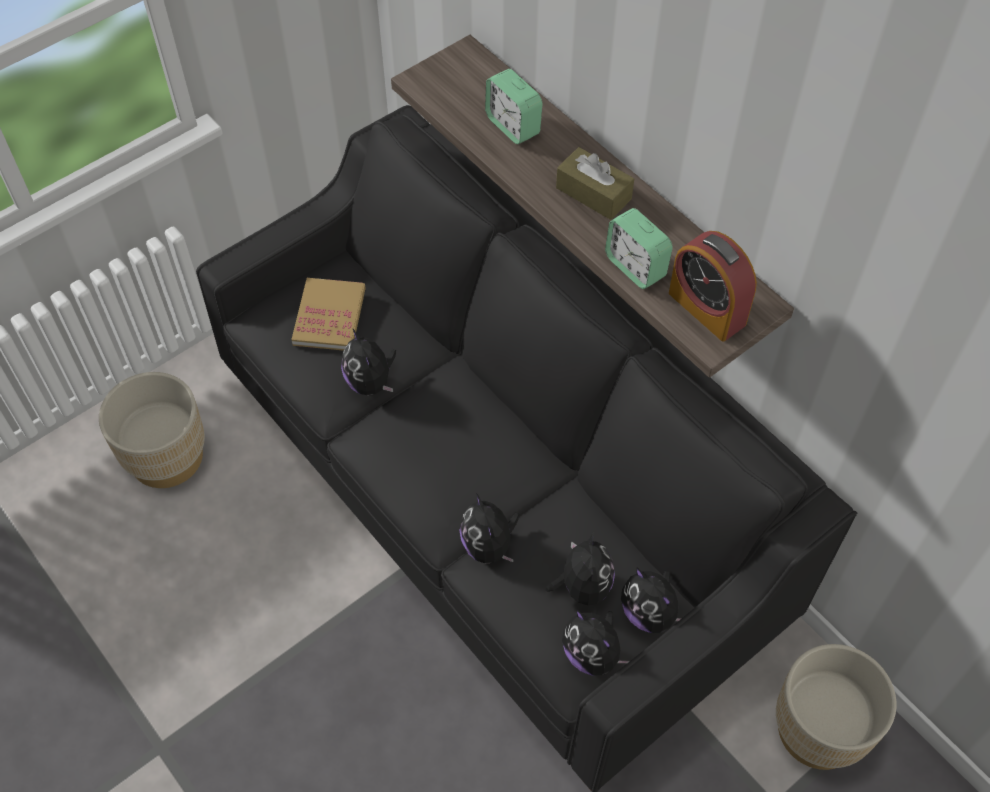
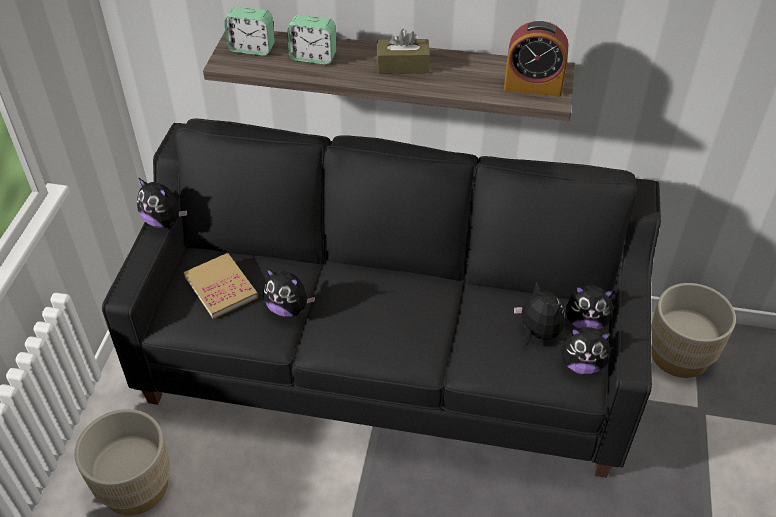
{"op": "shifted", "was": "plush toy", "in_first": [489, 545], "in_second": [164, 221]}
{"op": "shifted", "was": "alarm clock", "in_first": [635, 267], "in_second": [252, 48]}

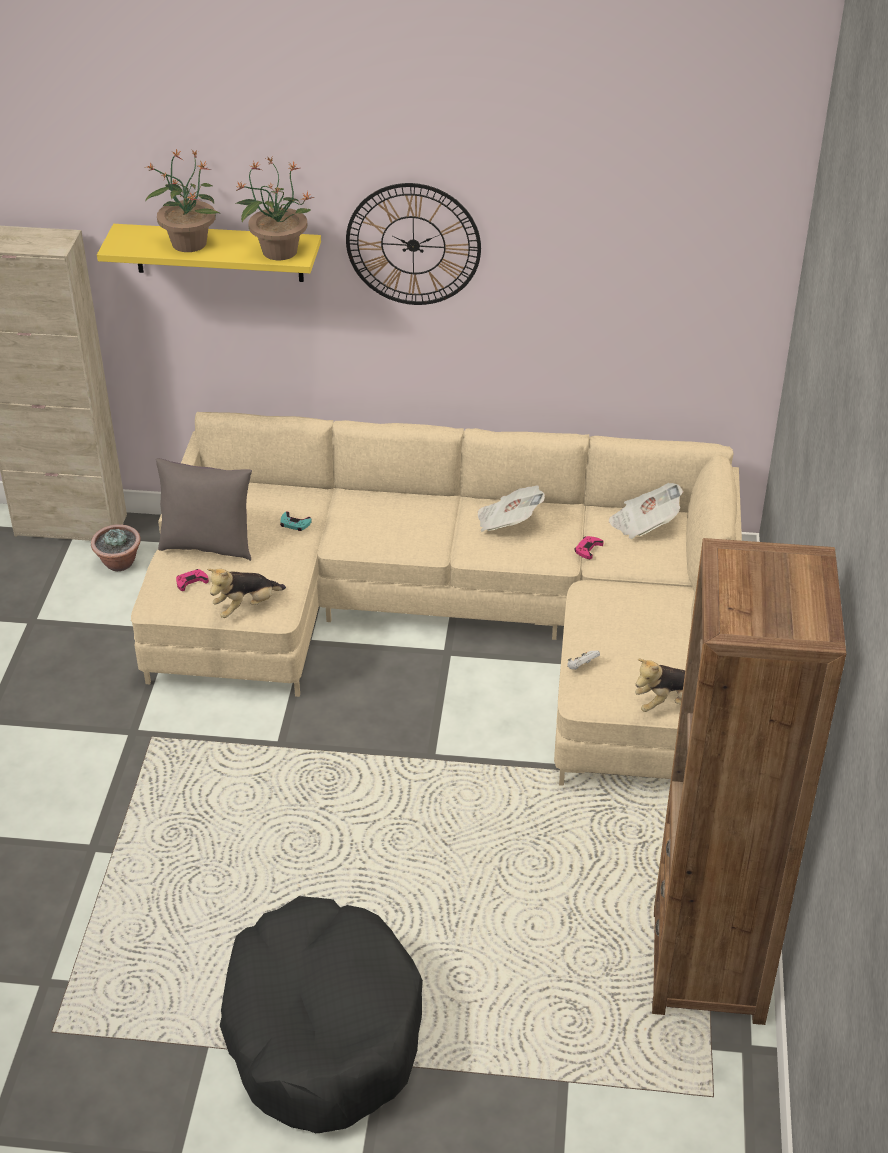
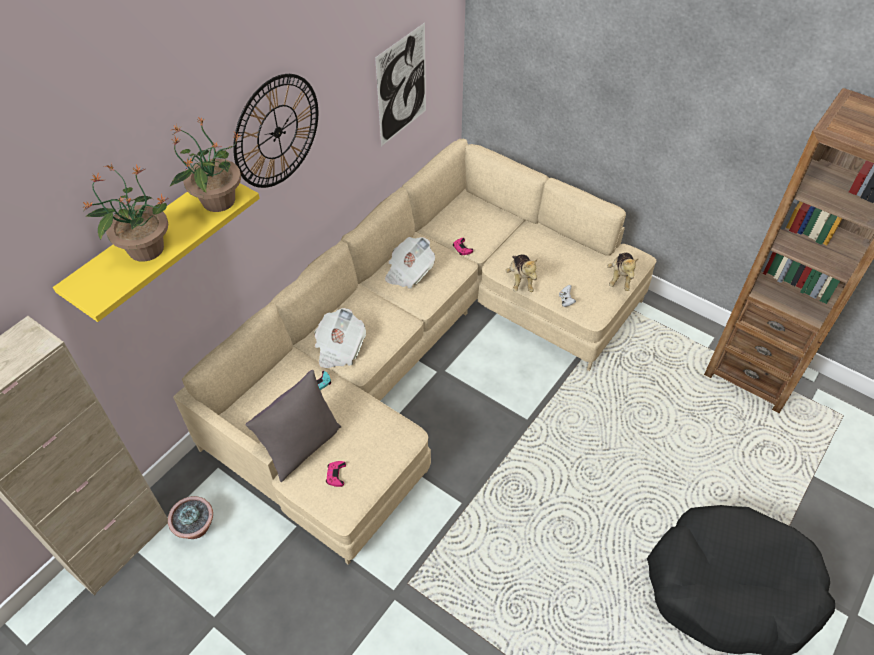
{"op": "new", "now": "picture", "in_second": [402, 85]}
{"op": "shifted", "was": "plush toy", "in_first": [246, 607], "in_second": [520, 280]}
{"op": "shifted", "was": "newspaper", "in_first": [643, 523], "in_second": [339, 349]}

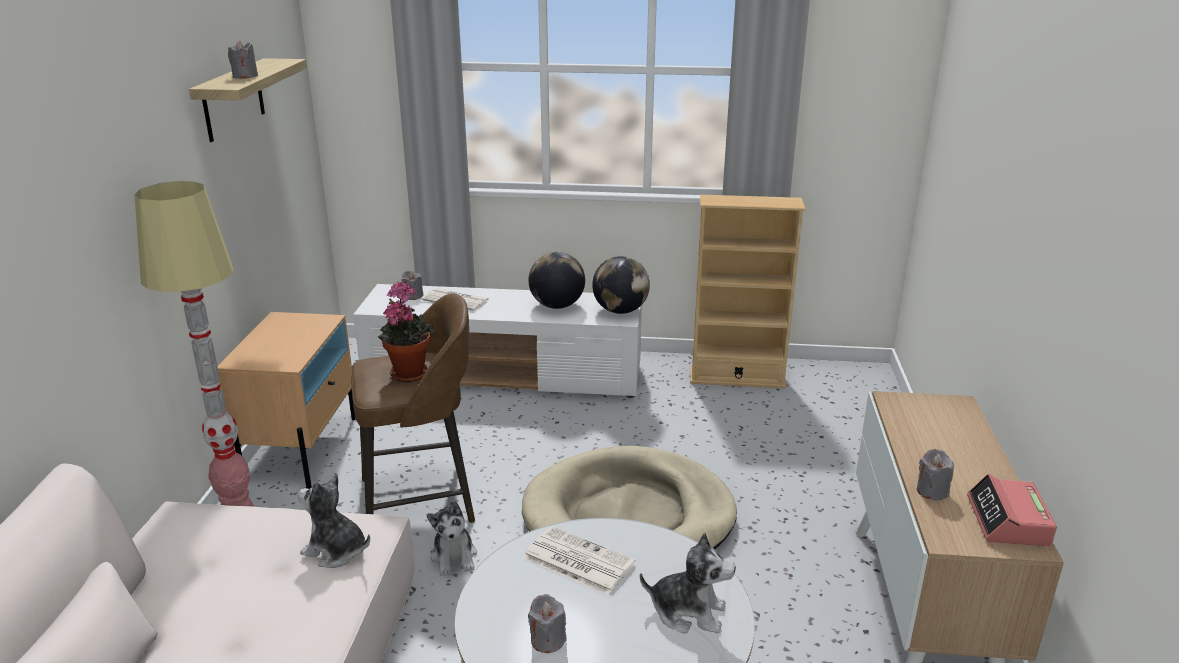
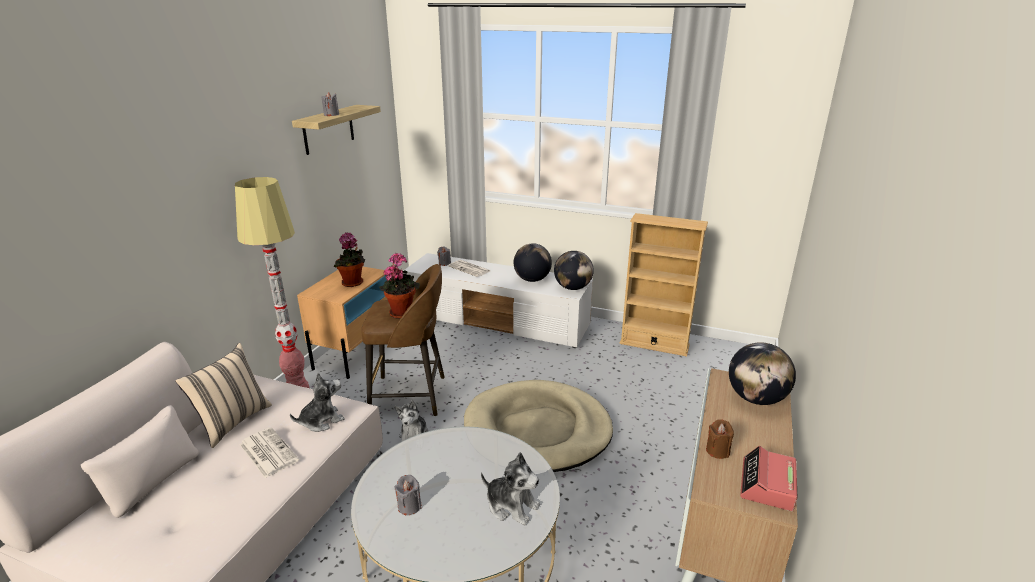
{"op": "new", "now": "beige pillow", "in_second": [233, 422]}
{"op": "new", "now": "potted plant", "in_second": [353, 284]}
{"op": "new", "now": "globe", "in_second": [756, 399]}
{"op": "shifted", "was": "newspaper", "in_first": [577, 561], "in_second": [267, 452]}
{"op": "repainted", "was": "grey candle", "now": "brown candle", "in_first": [932, 491], "in_second": [717, 451]}
{"op": "rotated", "was": "plush toy", "in_first": [336, 551], "in_second": [321, 421], "clockwise": 105}

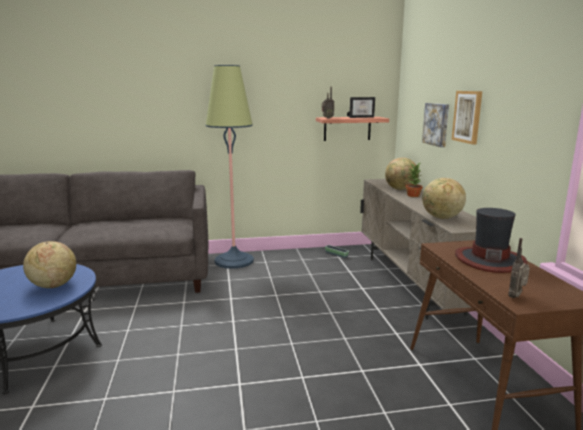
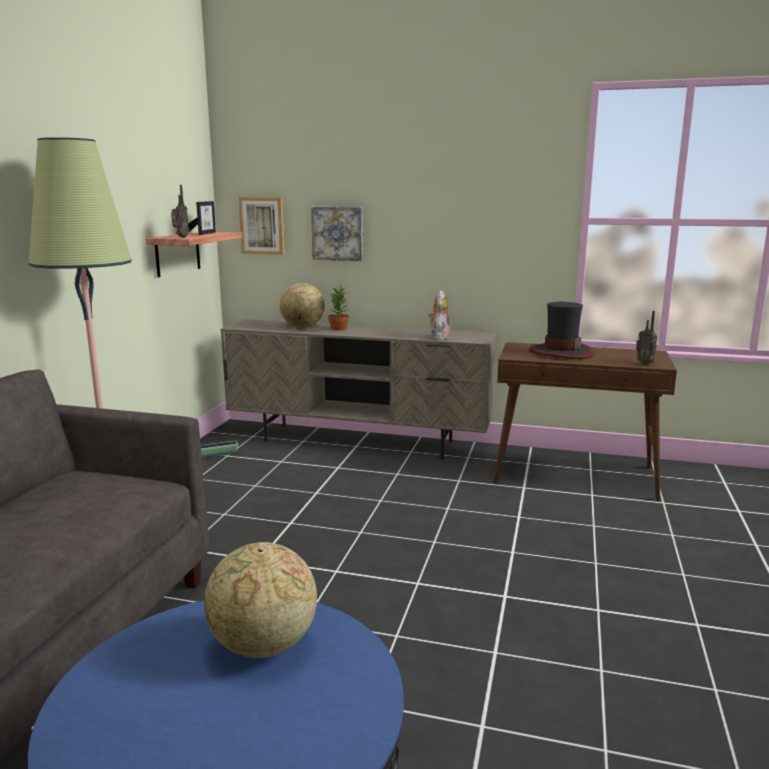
{"op": "shifted", "was": "picture", "in_first": [467, 116], "in_second": [262, 226]}
{"op": "swapped", "was": "globe", "now": "plush toy", "in_first": [441, 218], "in_second": [439, 337]}

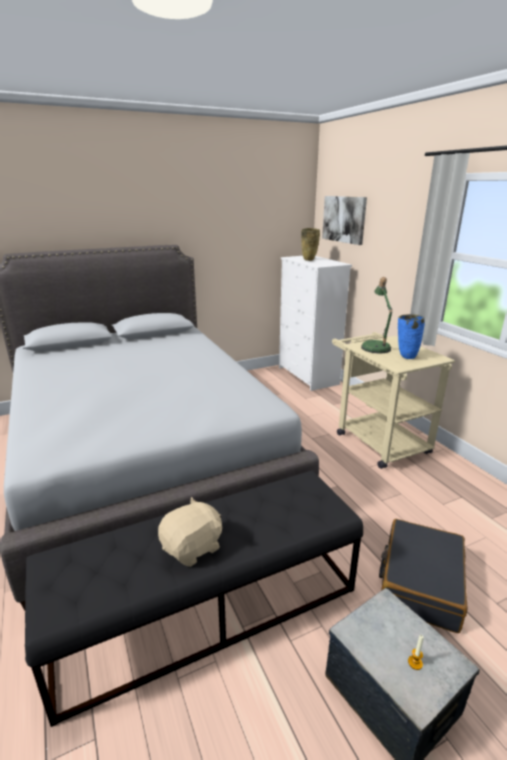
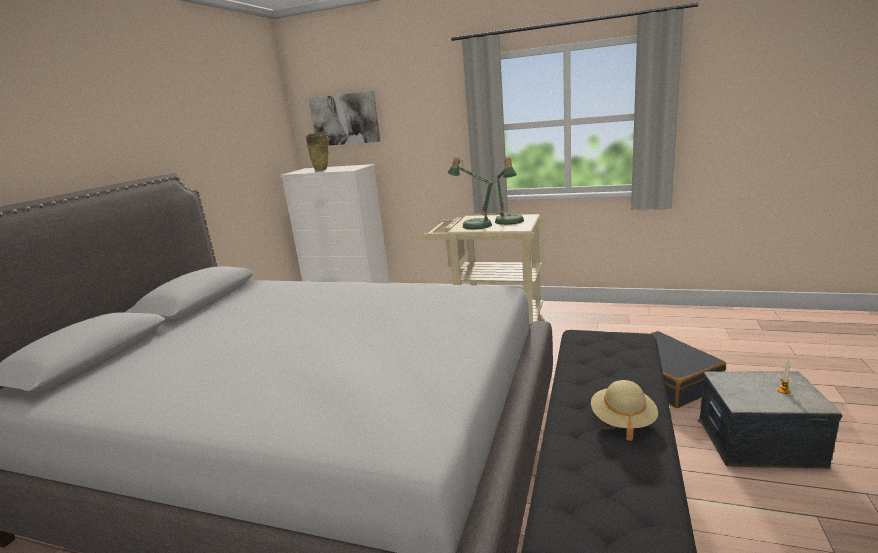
{"op": "swapped", "was": "beige plush toy", "now": "beige hat", "in_first": [193, 547], "in_second": [622, 420]}
{"op": "swapped", "was": "blue vase", "now": "table lamp", "in_first": [406, 356], "in_second": [509, 222]}

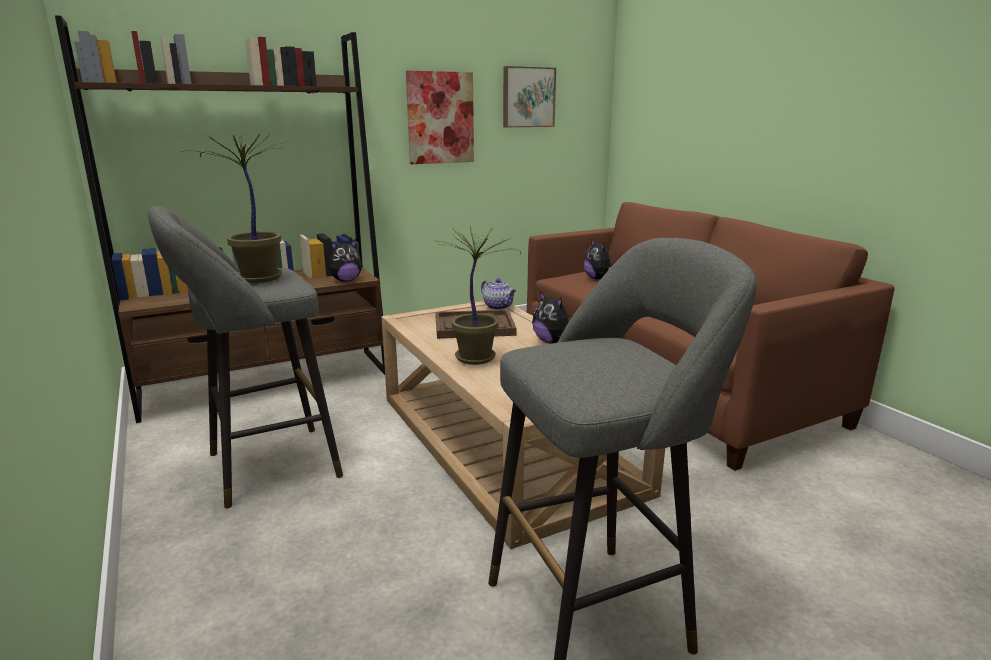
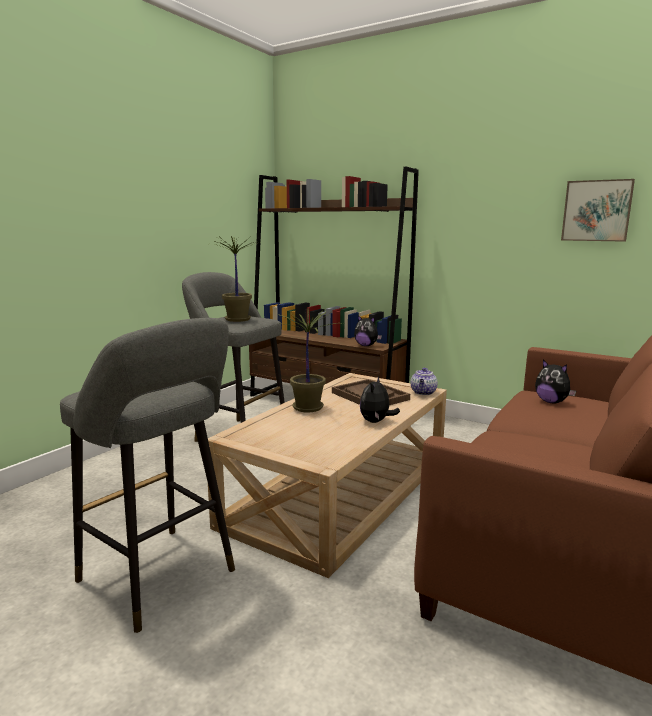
{"op": "gone", "was": "picture", "in_first": [440, 118]}
{"op": "rotated", "was": "plush toy", "in_first": [598, 278], "in_second": [551, 402], "clockwise": -75}

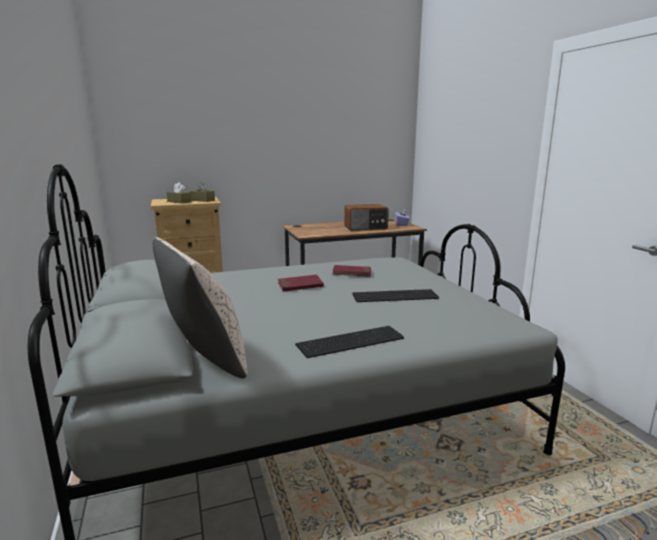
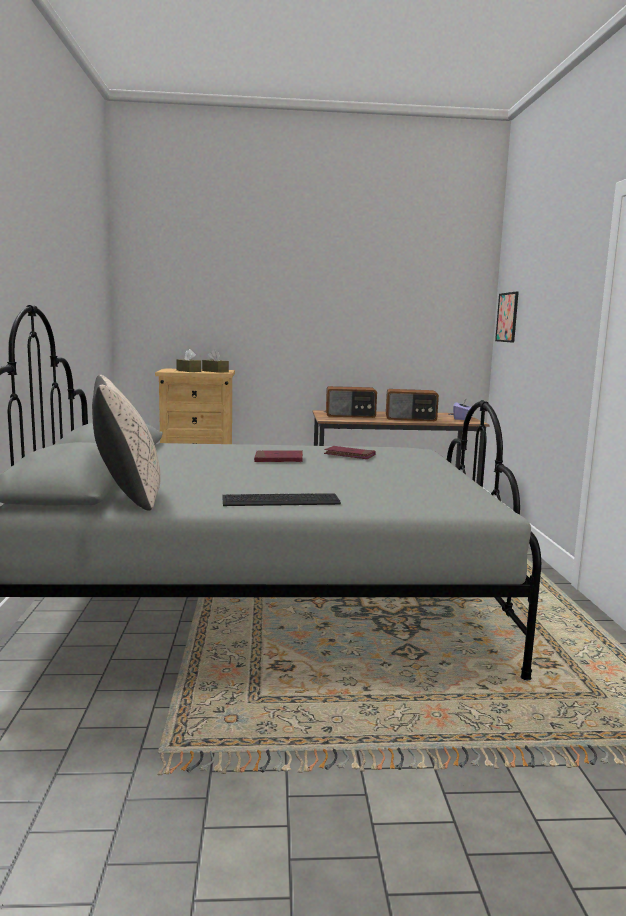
{"op": "gone", "was": "keyboard", "in_first": [393, 295]}
{"op": "new", "now": "radio", "in_second": [350, 415]}
{"op": "new", "now": "picture", "in_second": [507, 317]}

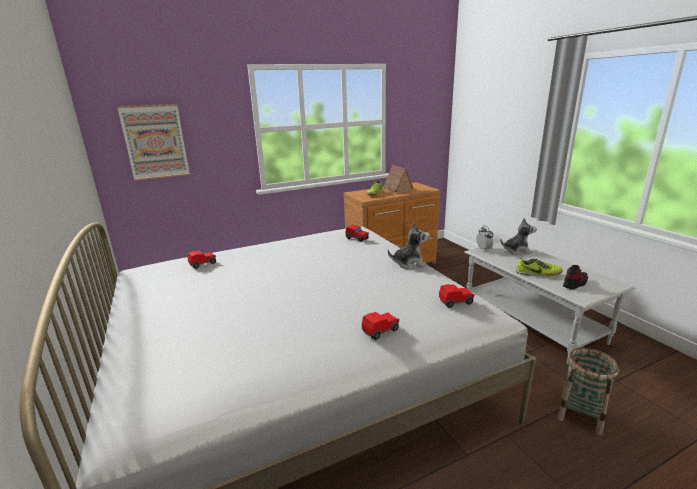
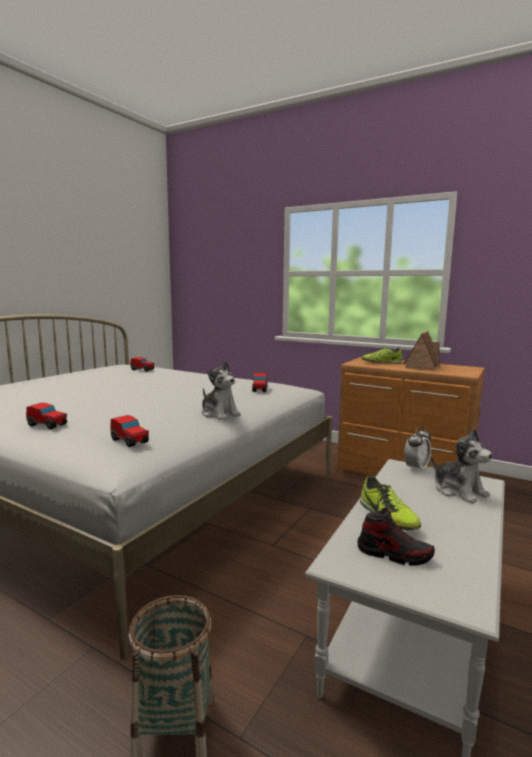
{"op": "gone", "was": "picture", "in_first": [155, 142]}

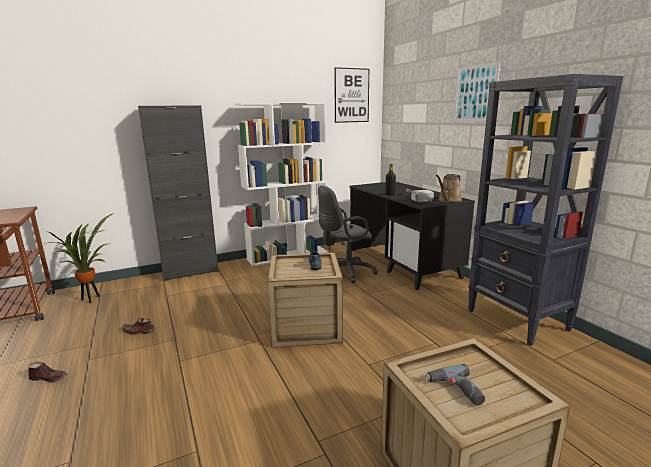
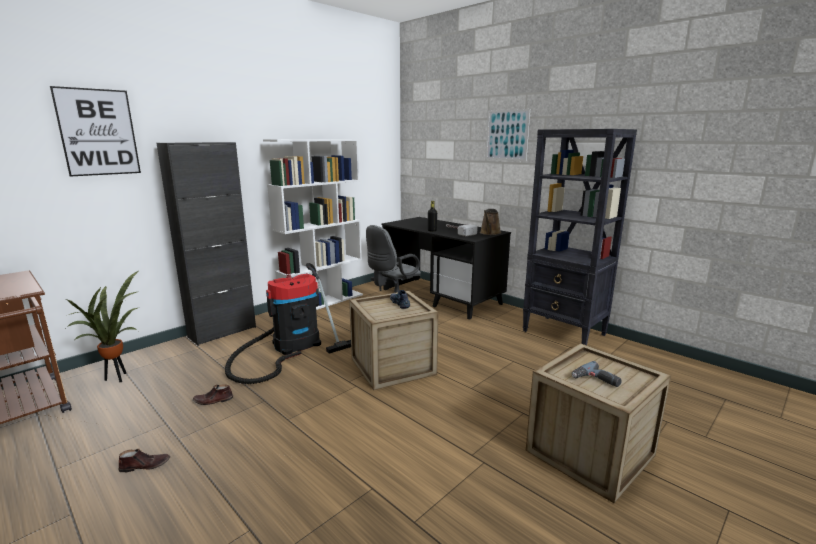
{"op": "new", "now": "vacuum cleaner", "in_second": [292, 346]}
{"op": "shifted", "was": "picture", "in_first": [351, 95], "in_second": [98, 132]}

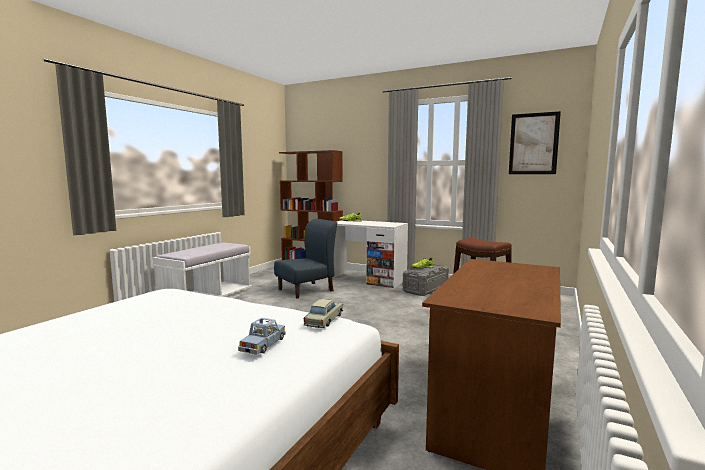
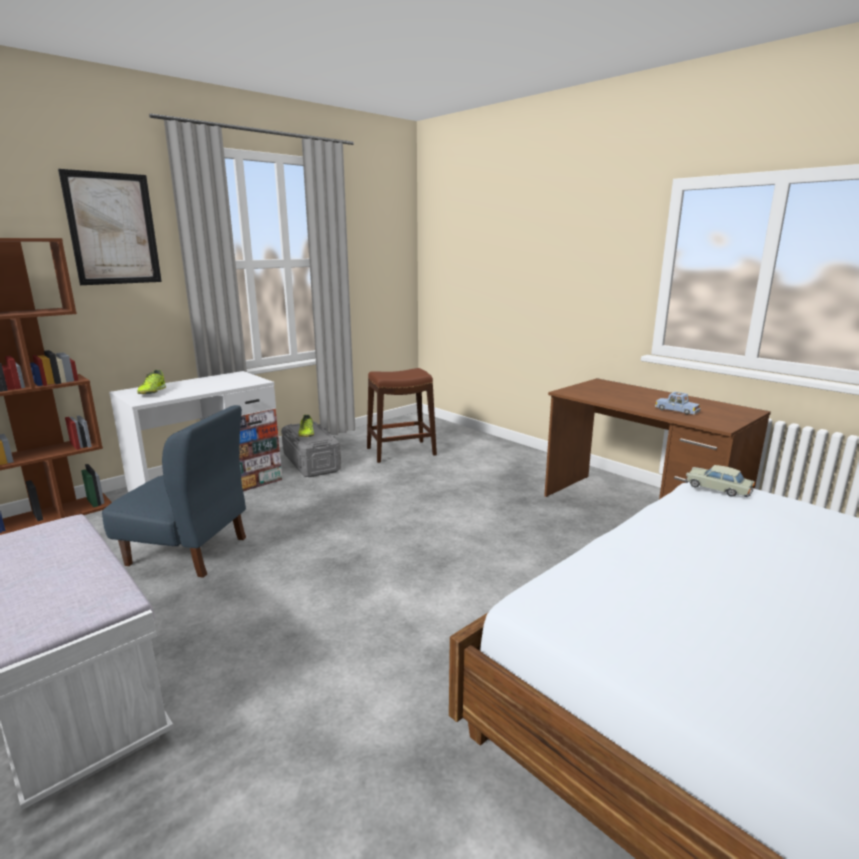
{"op": "shifted", "was": "blue toy car", "in_first": [264, 344], "in_second": [676, 411]}
{"op": "shifted", "was": "picture", "in_first": [533, 144], "in_second": [113, 229]}
{"op": "rotated", "was": "blue chair", "in_first": [306, 290], "in_second": [188, 551], "clockwise": 120}

